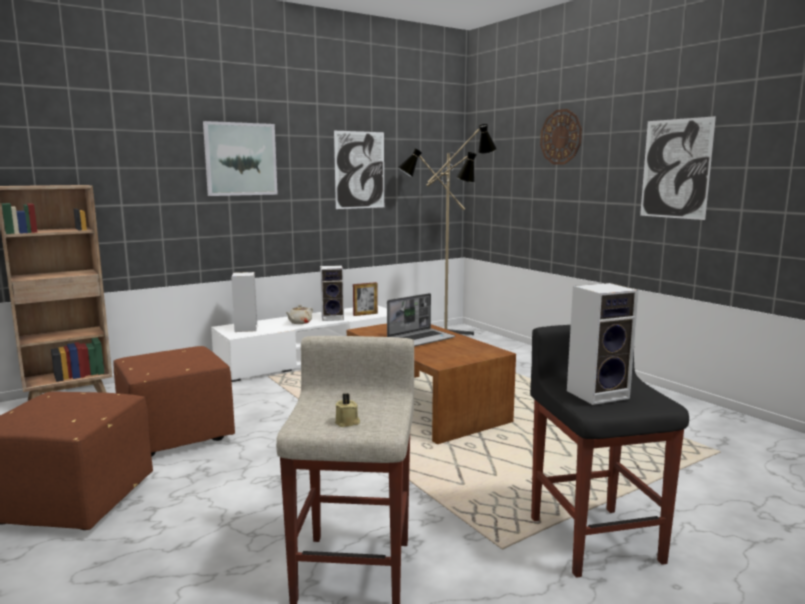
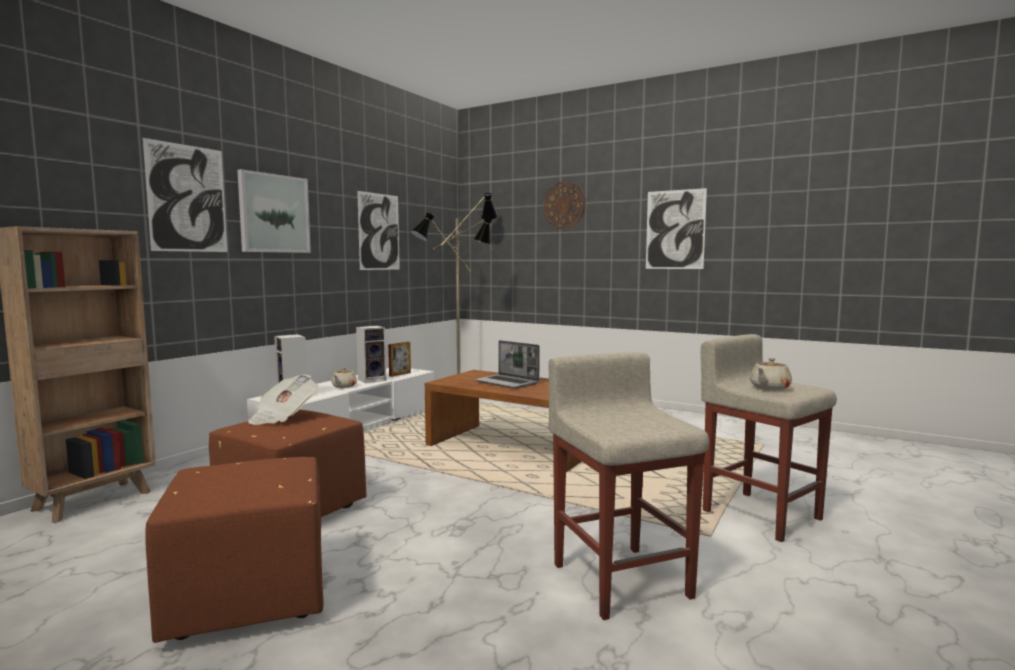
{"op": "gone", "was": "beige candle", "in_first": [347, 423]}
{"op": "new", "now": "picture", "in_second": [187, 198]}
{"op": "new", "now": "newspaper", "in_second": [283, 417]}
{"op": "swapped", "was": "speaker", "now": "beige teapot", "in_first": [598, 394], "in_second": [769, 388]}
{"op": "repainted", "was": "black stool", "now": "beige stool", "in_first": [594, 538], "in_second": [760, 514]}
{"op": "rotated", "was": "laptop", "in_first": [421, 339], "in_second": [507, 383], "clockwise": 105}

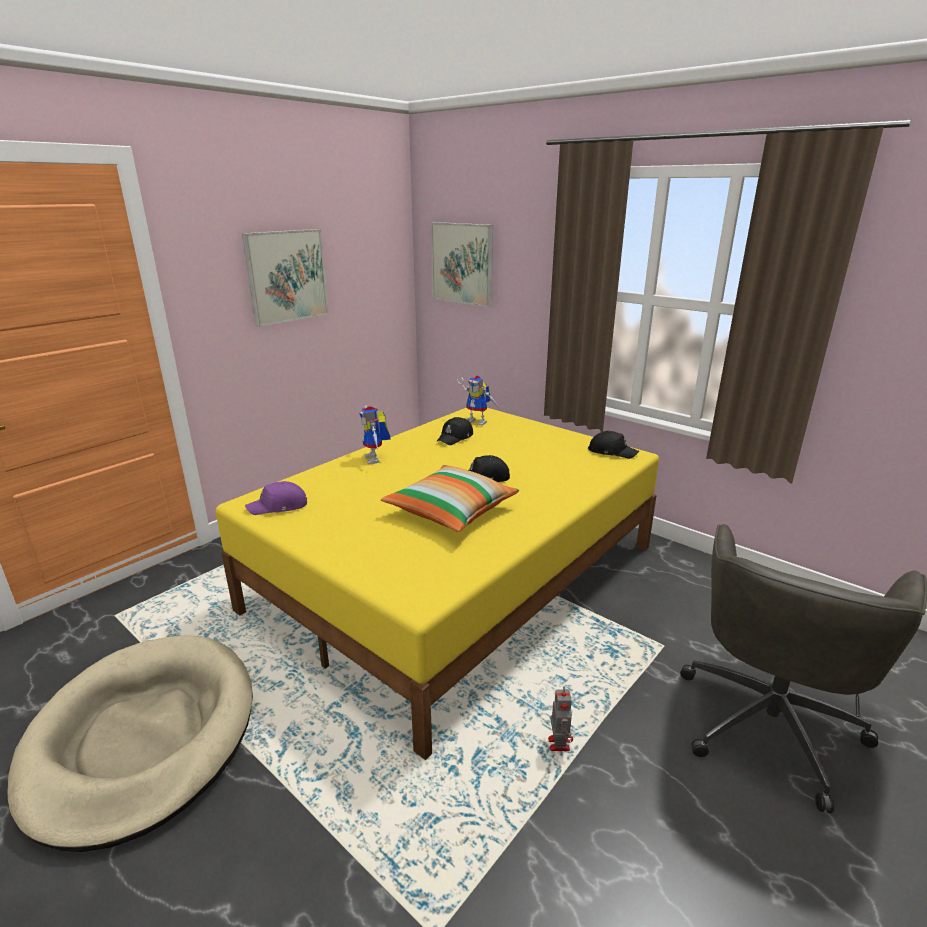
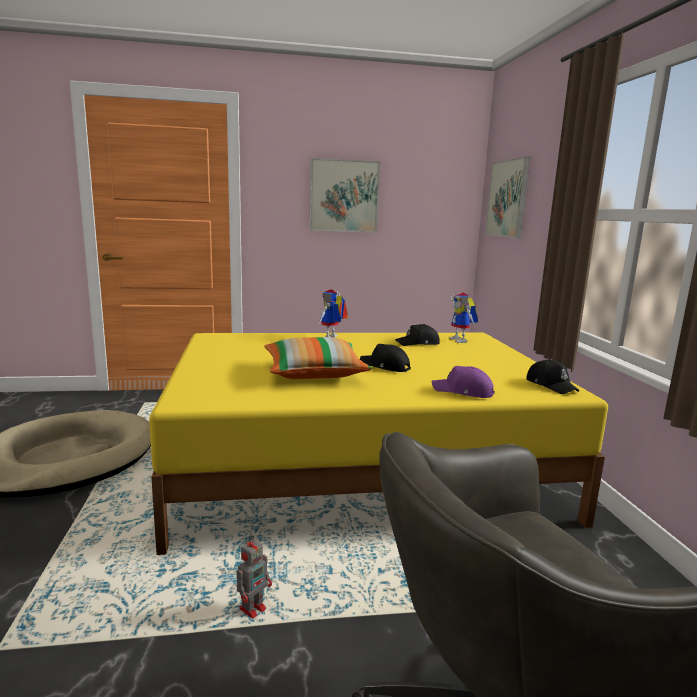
{"op": "shifted", "was": "purple cap", "in_first": [279, 506], "in_second": [463, 392]}

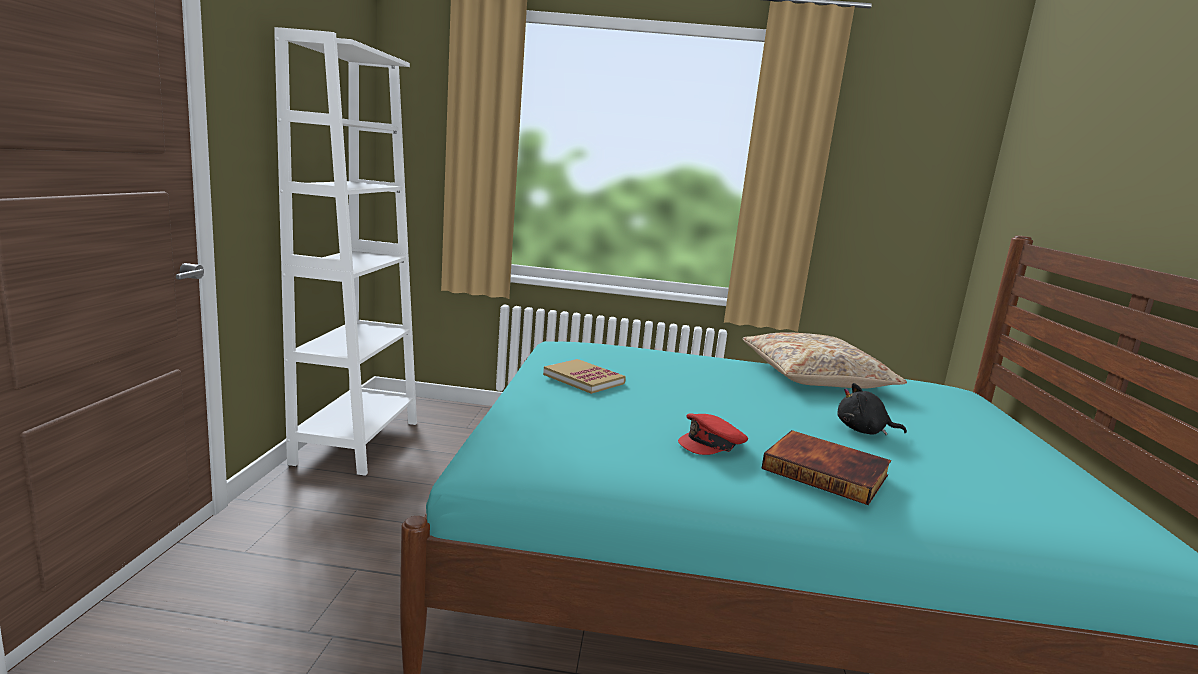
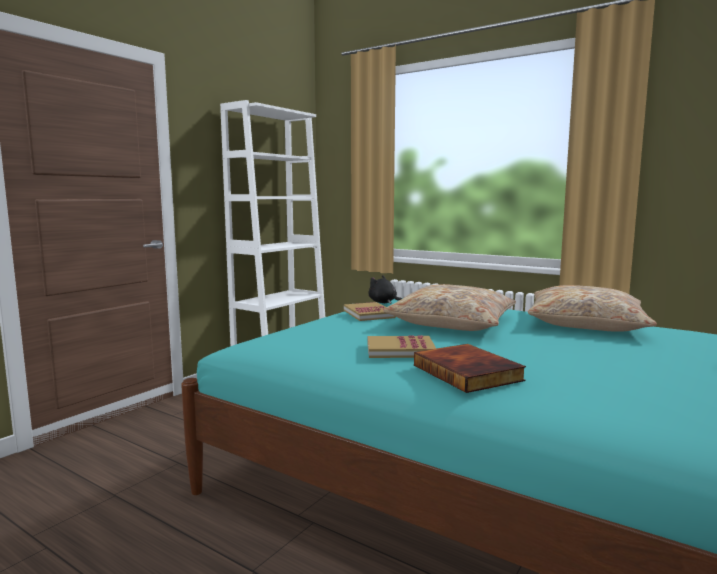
{"op": "new", "now": "beige pillow", "in_second": [452, 323]}
{"op": "shifted", "was": "black plush toy", "in_first": [863, 431], "in_second": [384, 303]}
{"op": "swapped", "was": "red cap", "now": "book", "in_first": [712, 444], "in_second": [400, 350]}

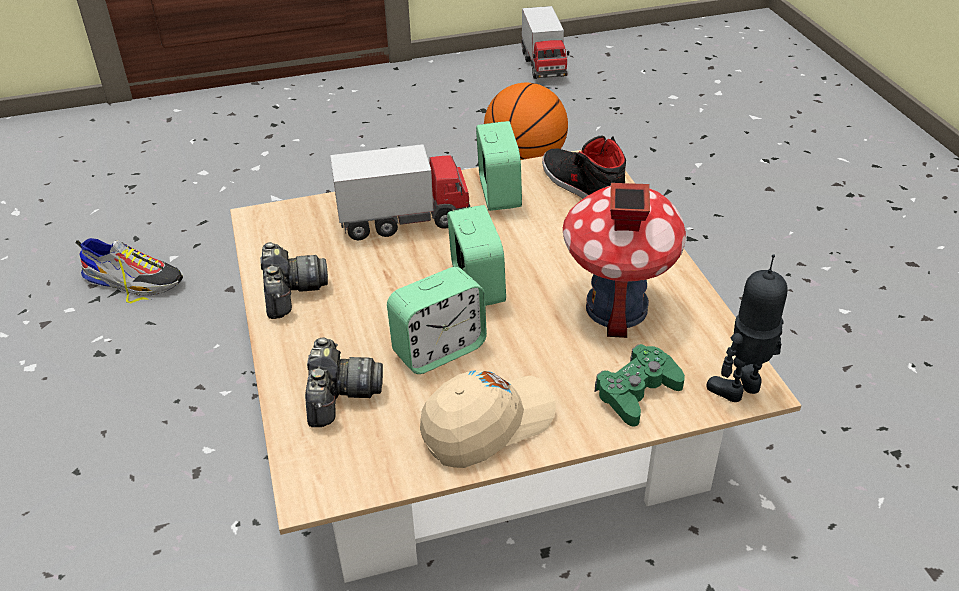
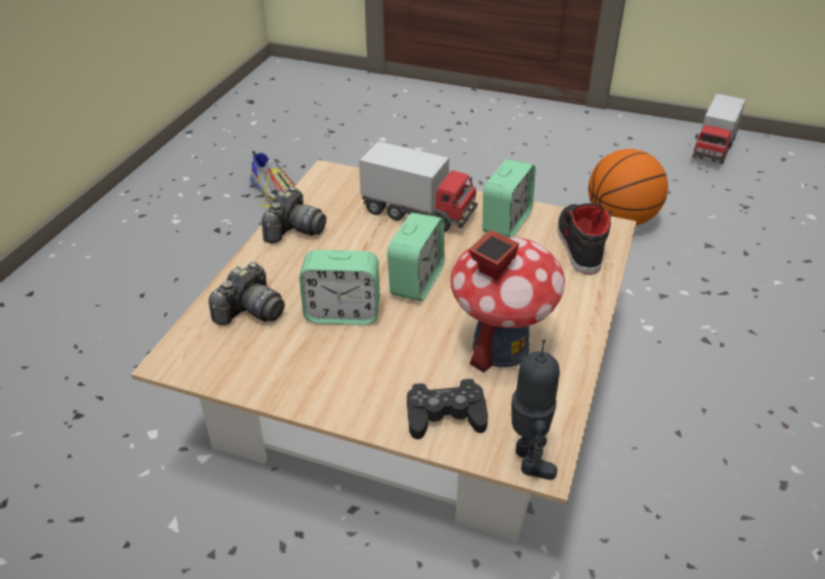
{"op": "gone", "was": "beige cap", "in_first": [487, 426]}
{"op": "repainted", "was": "green game controller", "now": "black game controller", "in_first": [637, 392], "in_second": [445, 416]}
{"op": "rotated", "was": "toy robot", "in_first": [740, 390], "in_second": [528, 459], "clockwise": 75}

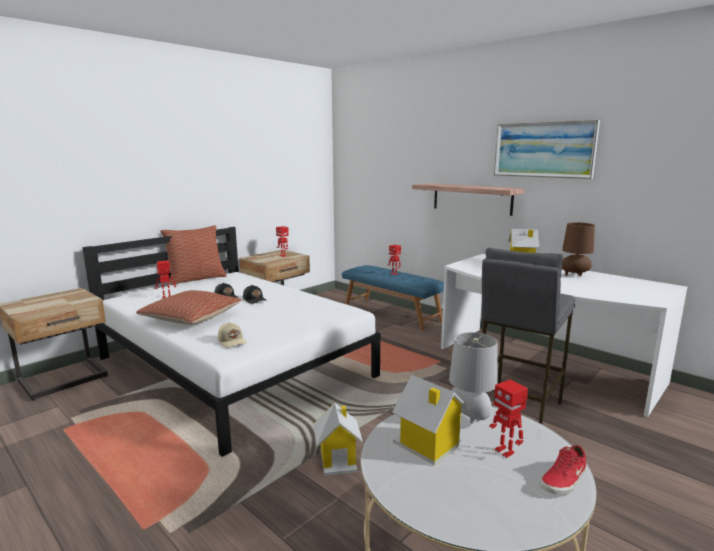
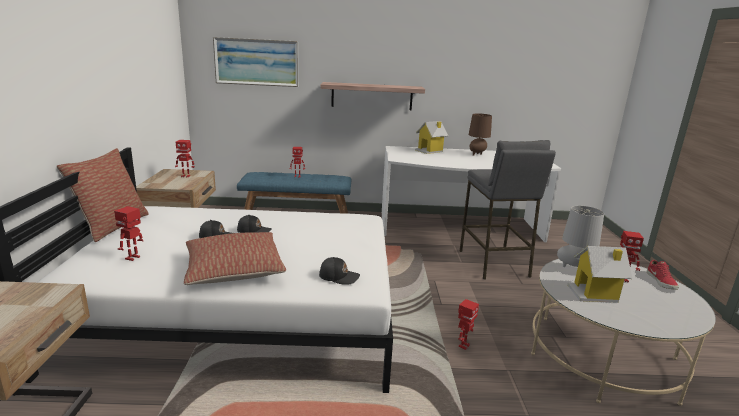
{"op": "shifted", "was": "picture", "in_first": [543, 150], "in_second": [256, 62]}
{"op": "swapped", "was": "toy house", "now": "toy robot", "in_first": [338, 459], "in_second": [463, 345]}
{"op": "repainted", "was": "beige cap", "now": "black cap", "in_first": [232, 341], "in_second": [339, 276]}

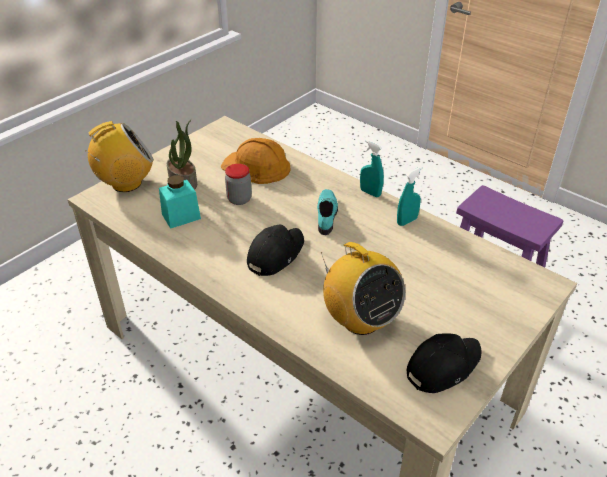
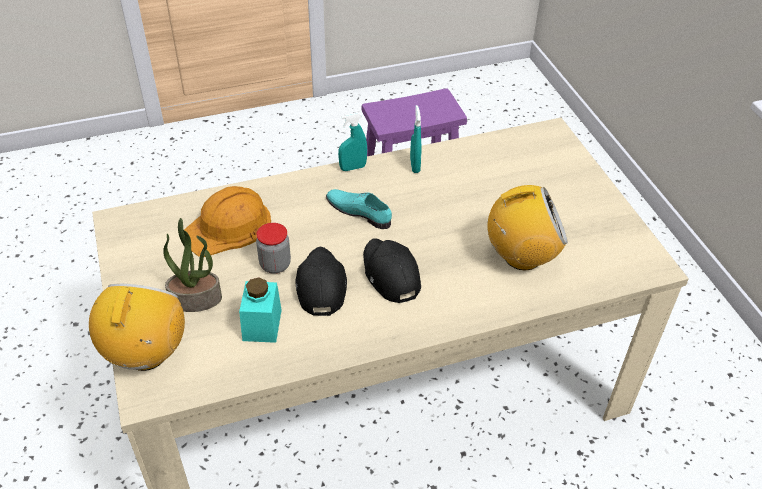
{"op": "shifted", "was": "black cap", "in_first": [442, 366], "in_second": [320, 285]}

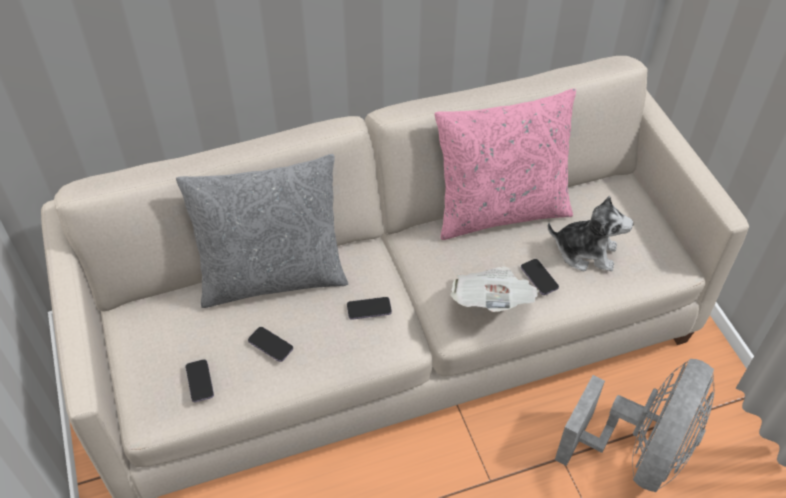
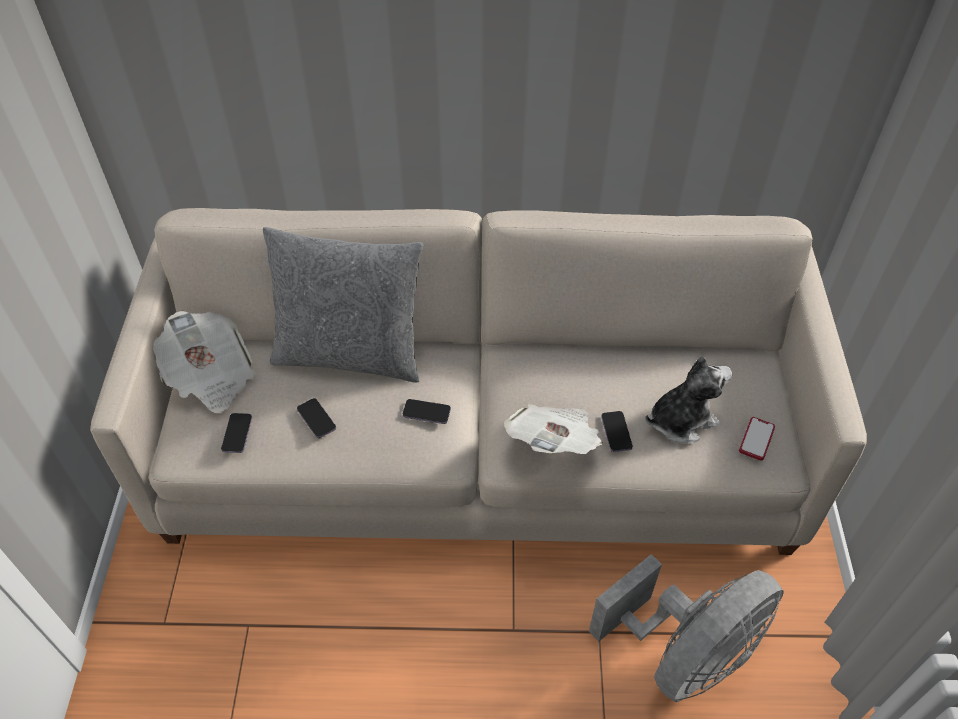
{"op": "gone", "was": "pink pillow", "in_first": [500, 210]}
{"op": "new", "now": "newspaper", "in_second": [210, 377]}
{"op": "new", "now": "phone", "in_second": [756, 439]}
{"op": "rotated", "was": "plush toy", "in_first": [585, 252], "in_second": [681, 420], "clockwise": -60}

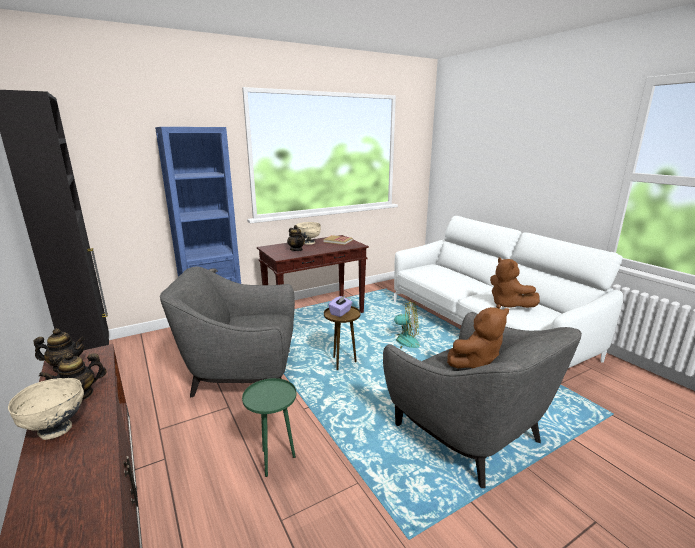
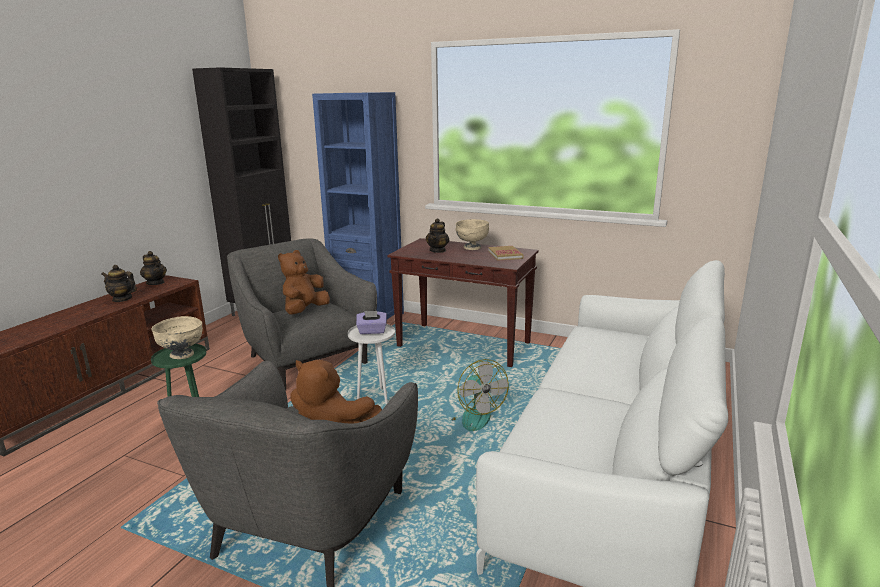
{"op": "shifted", "was": "beige bowl", "in_first": [56, 430], "in_second": [182, 355]}
{"op": "shifted", "was": "brown plush toy", "in_first": [508, 305], "in_second": [305, 311]}
{"op": "repainted", "was": "brown side table", "now": "white side table", "in_first": [342, 363], "in_second": [375, 398]}

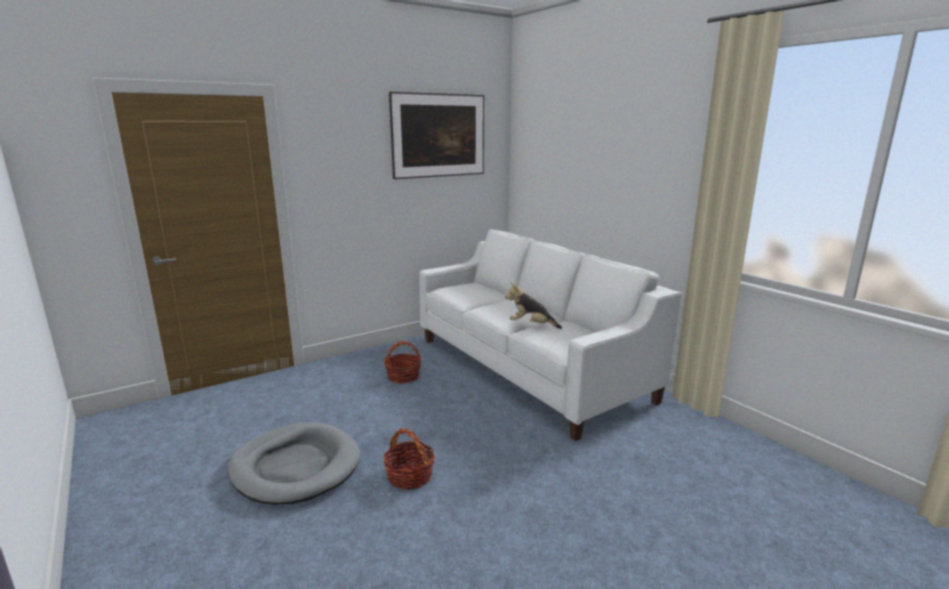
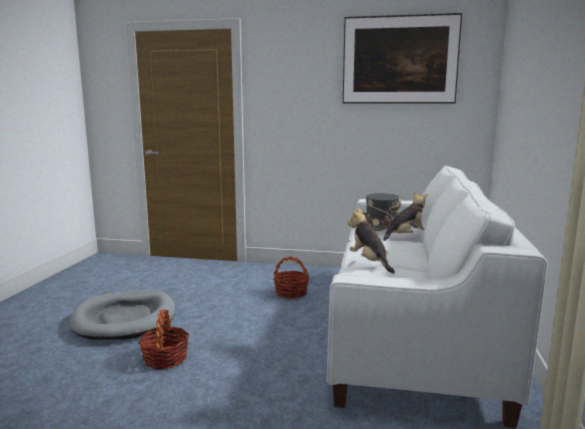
{"op": "new", "now": "grey hat", "in_second": [381, 225]}
{"op": "new", "now": "plush toy", "in_second": [406, 236]}

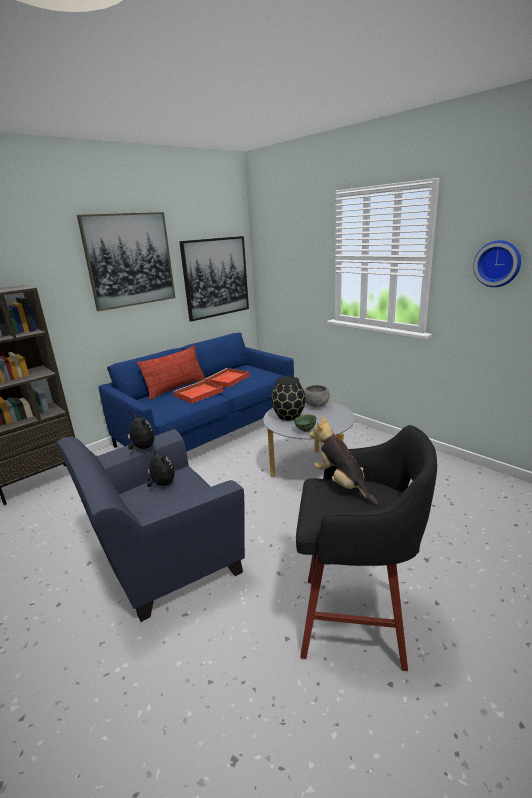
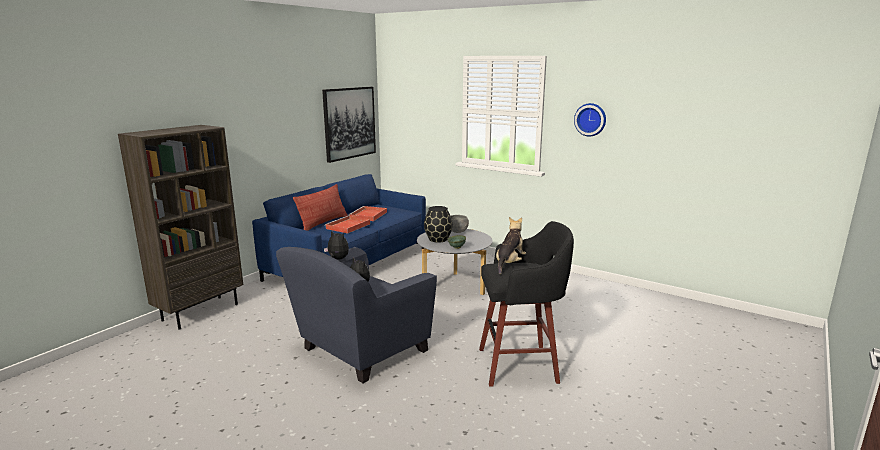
{"op": "gone", "was": "picture", "in_first": [129, 260]}
{"op": "rotated", "was": "plush toy", "in_first": [341, 484], "in_second": [509, 263], "clockwise": 75}

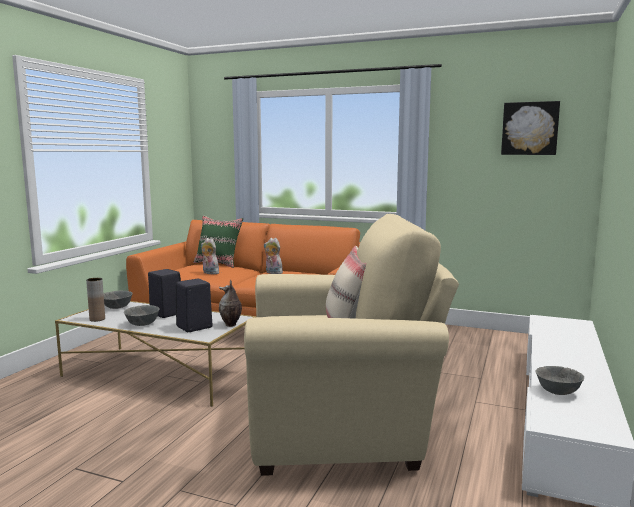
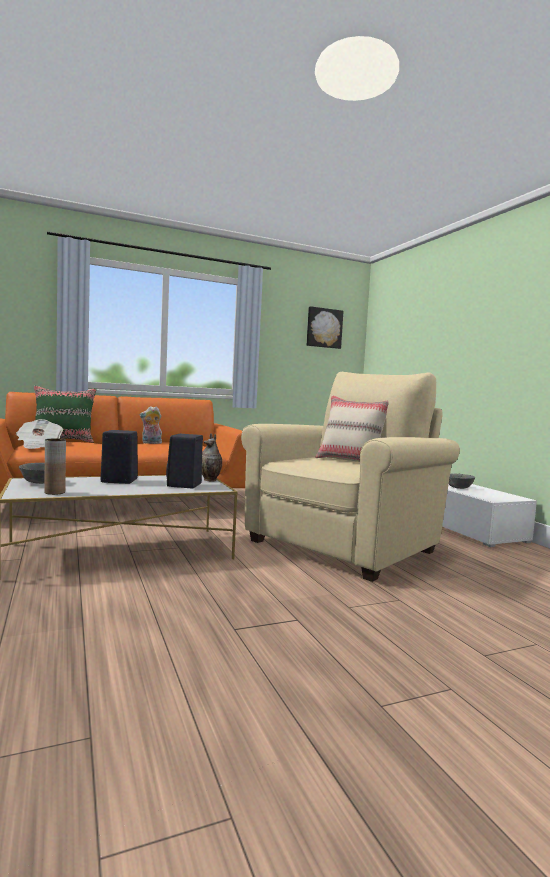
{"op": "gone", "was": "grey bowl", "in_first": [142, 324]}
{"op": "gone", "was": "plush toy", "in_first": [209, 273]}
{"op": "new", "now": "newspaper", "in_second": [38, 446]}

